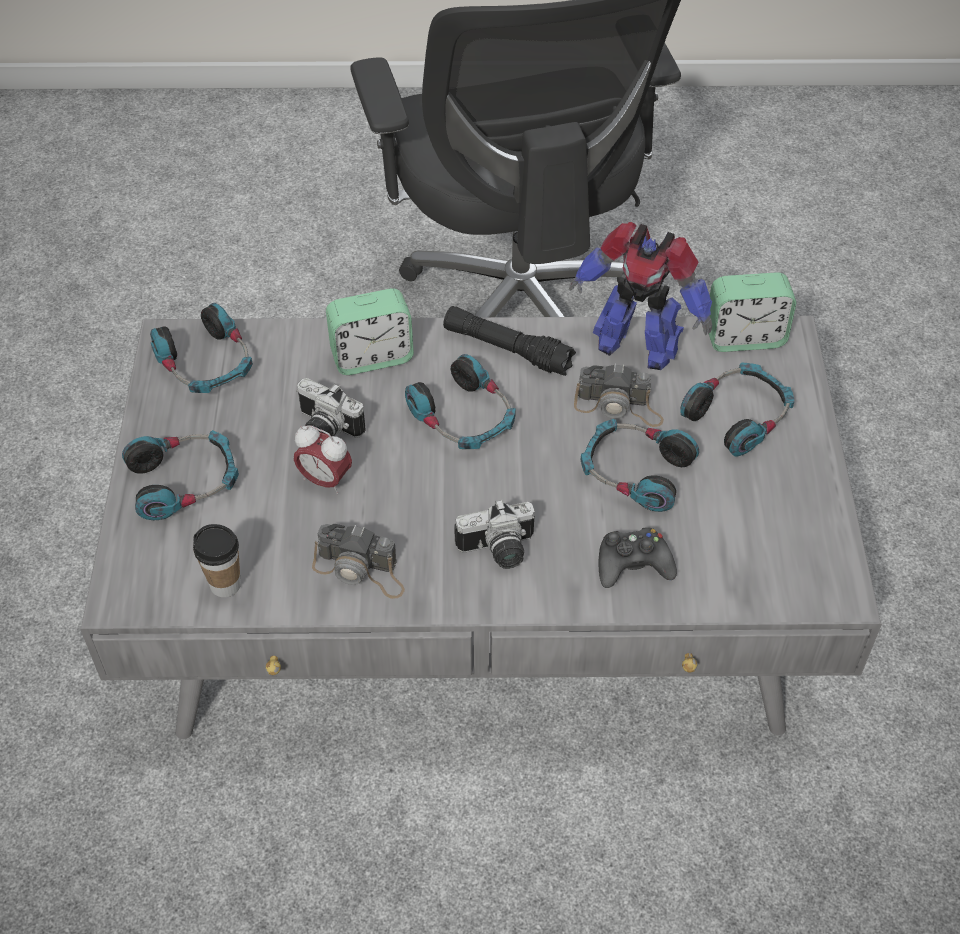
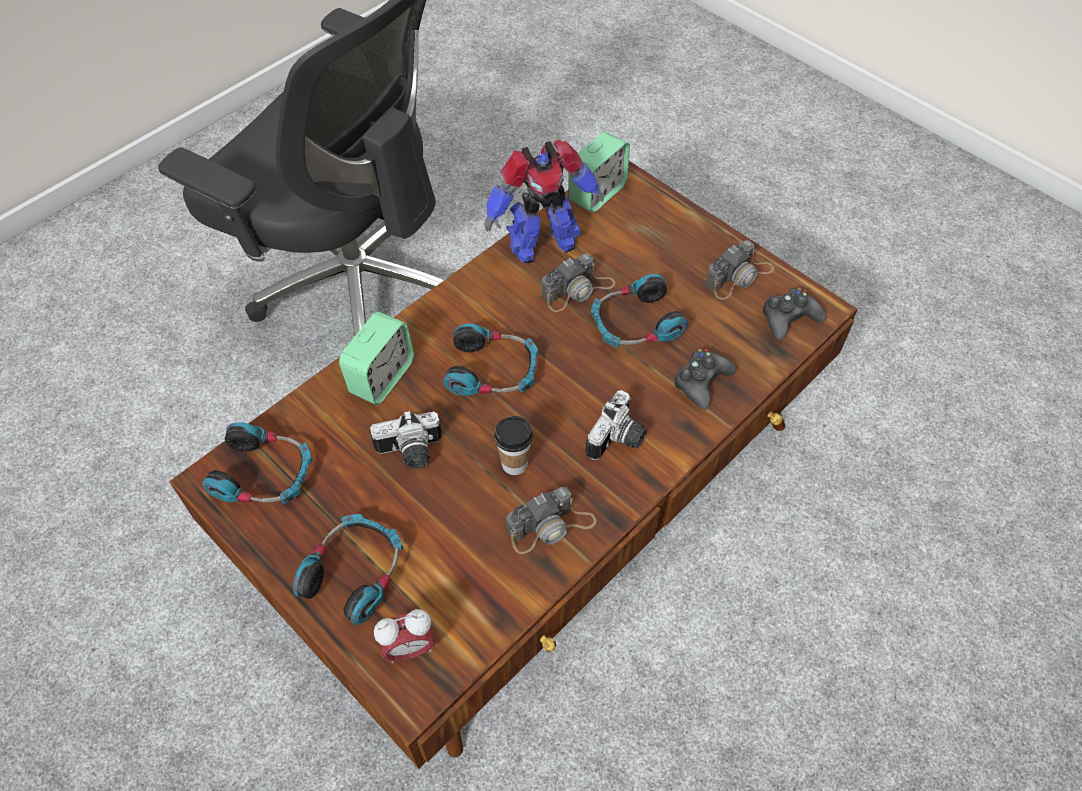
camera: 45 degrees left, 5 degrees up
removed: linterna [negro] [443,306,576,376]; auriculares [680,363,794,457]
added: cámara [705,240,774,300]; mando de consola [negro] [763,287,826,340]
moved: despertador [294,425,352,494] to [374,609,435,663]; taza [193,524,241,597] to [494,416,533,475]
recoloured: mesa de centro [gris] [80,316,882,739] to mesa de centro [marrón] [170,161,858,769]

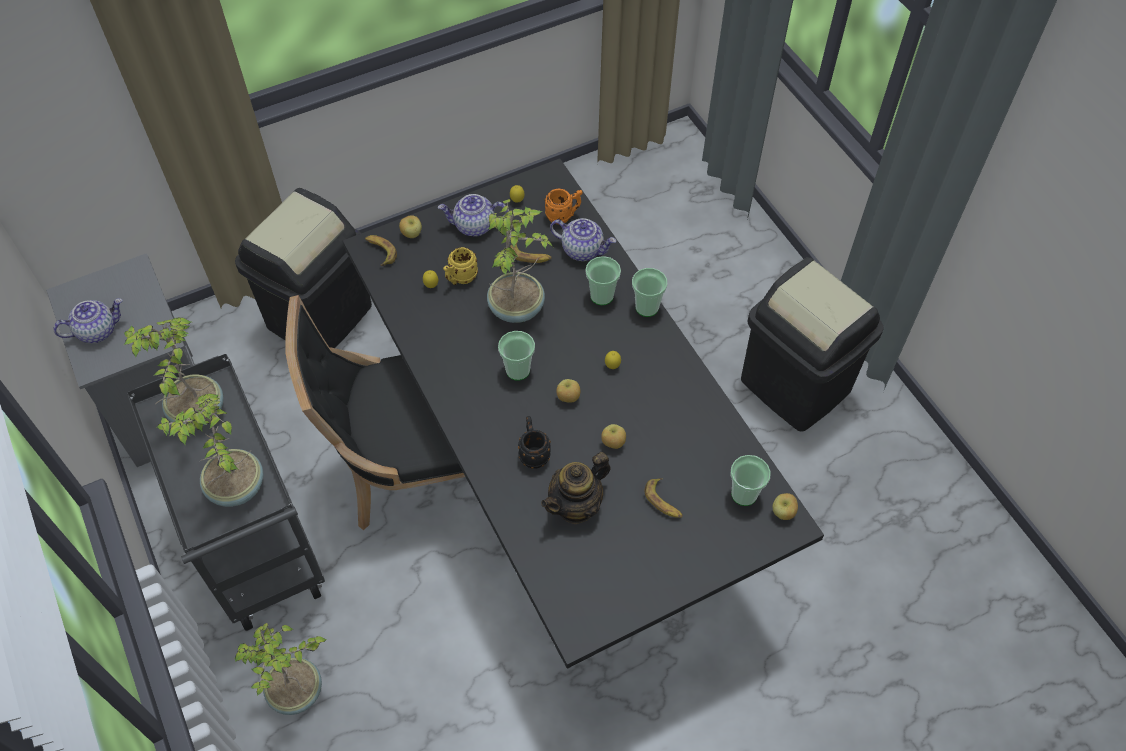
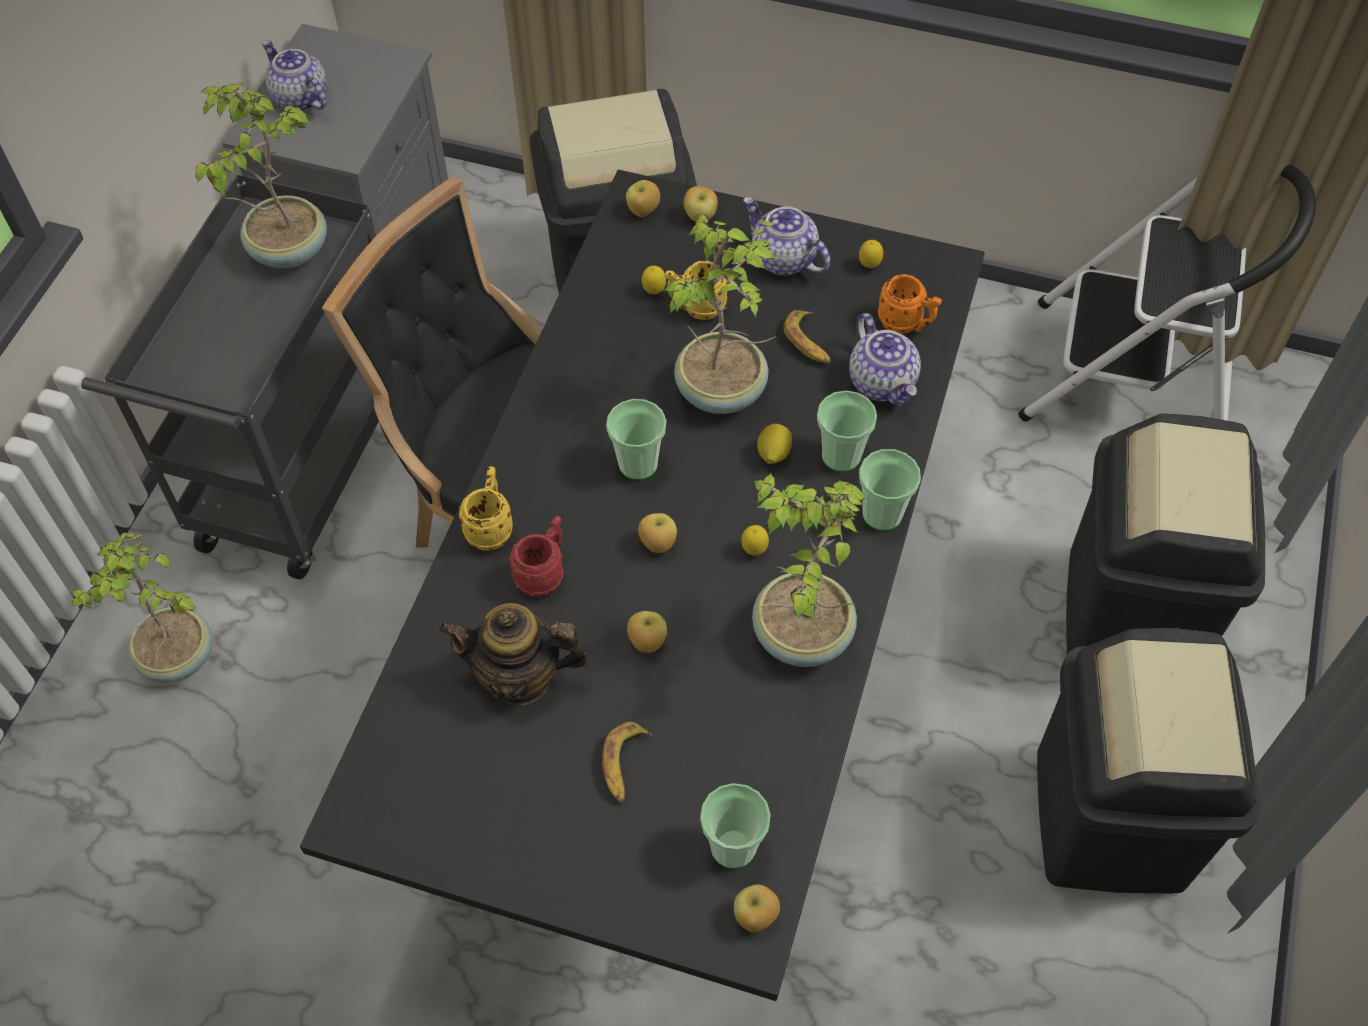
camera: 45 degrees right, 0 degrees up
added: escalera de tijera [1018,165,1316,421]; papelera [negro] [1066,413,1265,654]; limón [757,424,792,464]; taza grande [amarillo] [459,466,513,551]
moved: planta en maceta [157,393,264,507] to [752,473,868,667]
replaced: plátano [365,235,397,266] to manzana [626,180,660,217]
recoloured: taza grande [negro] [518,416,551,469] to taza grande [rojo] [509,516,564,597]
turned: tetera [53,298,123,343] = [262,40,327,111] 150 degrees counterclockwise

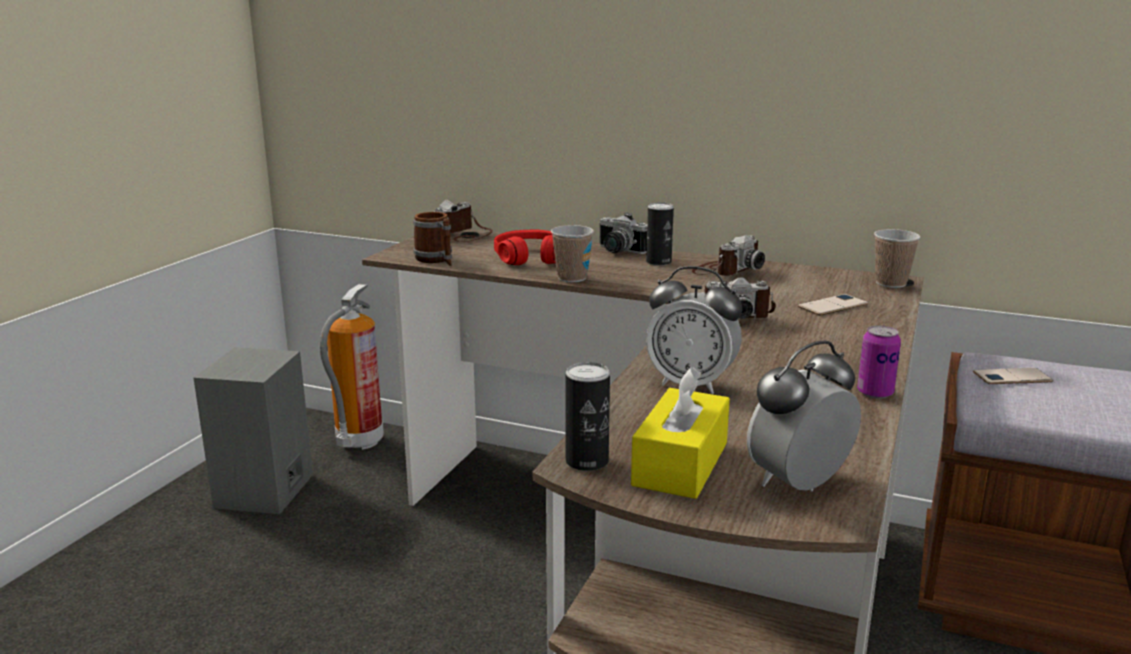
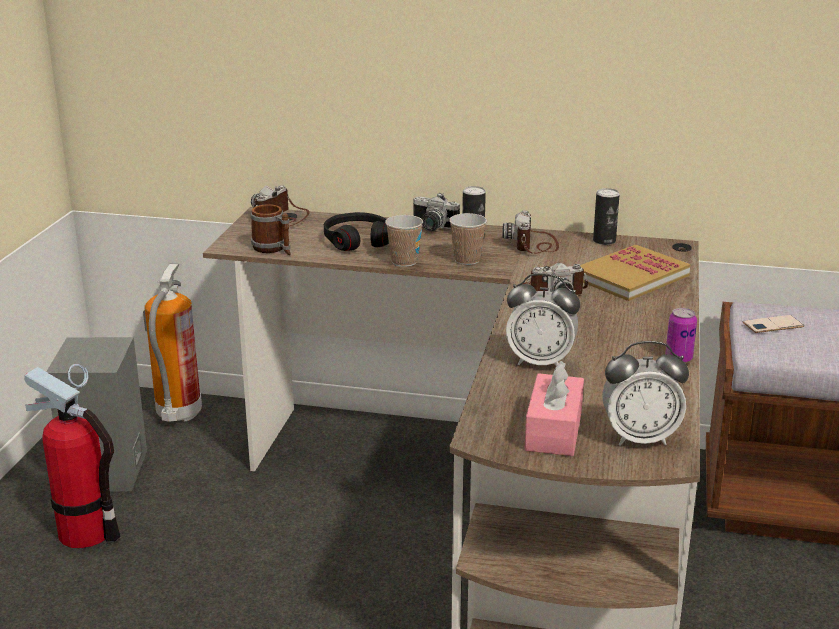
camera: 10 degrees left, 5 degrees up
added: extintor [24,364,120,548]
moved: taza [874,229,920,288] to [449,213,487,265]; lata [565,362,610,471] to [593,188,620,245]
replaced: móvil [798,294,868,316] to libro [580,244,691,301]
recoloured: auriculares [rojo] [494,230,556,265] to auriculares [negro] [324,212,389,251]; caja de pañuelos [amarillo] [631,367,730,499] to caja de pañuelos [rosa] [524,361,584,456]
turned: cámara [692,235,765,276] = [502,211,559,254] 150 degrees clockwise; despertador [747,341,861,492] = [602,341,689,446] 135 degrees counterclockwise

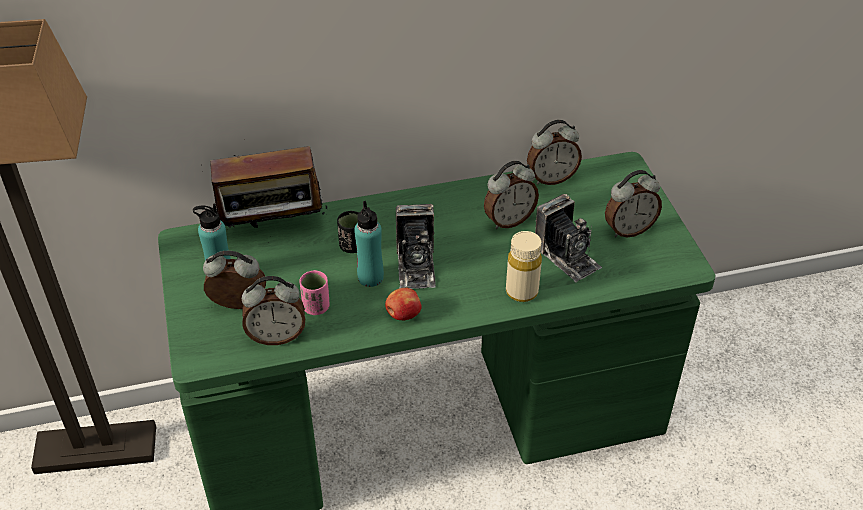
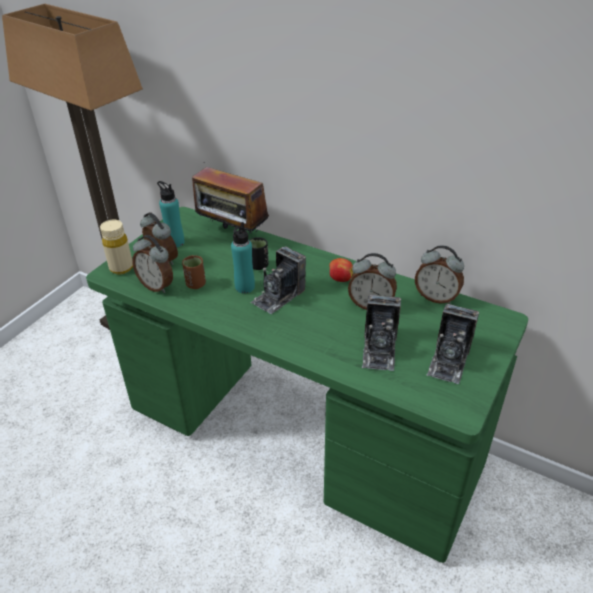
camera: 45 degrees right, 5 degrees down
moved: botella [beis] [506,231,542,302] to [100,220,133,275]; manzana [385,288,422,320] to [330,258,353,282]
replaced: despertador [605,170,662,237] to cámara [427,304,479,384]
recoloured: taza [rosa] [300,270,330,315] to taza [marrón] [182,255,206,289]

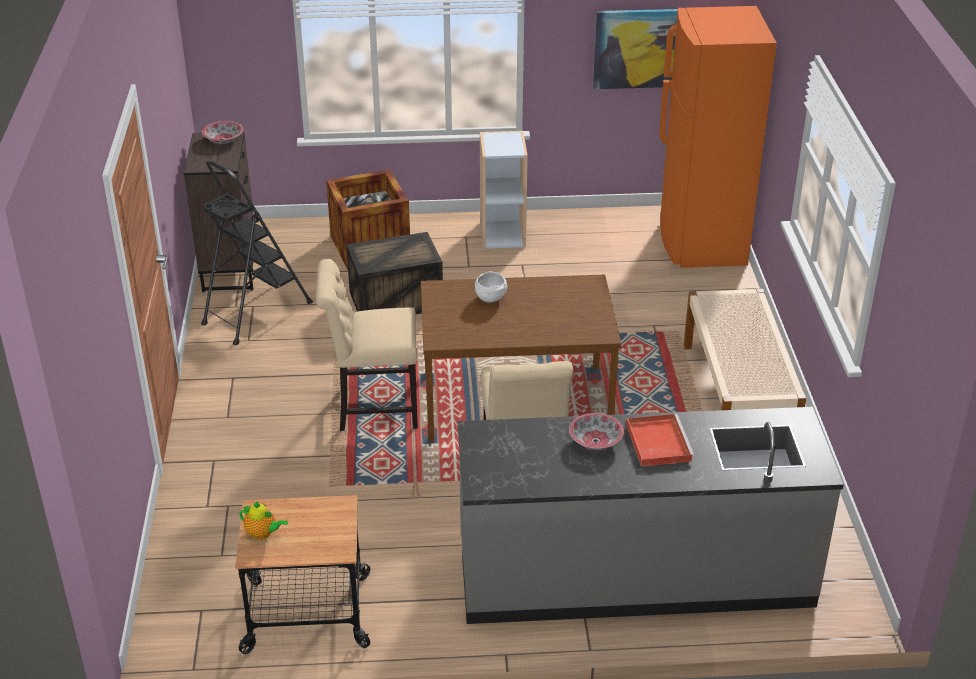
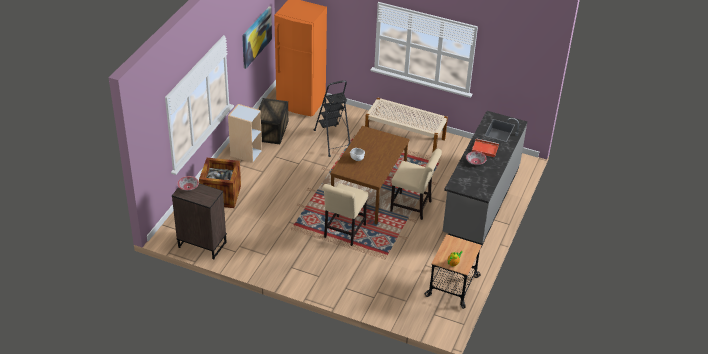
camera: 65 degrees left, 5 degrees up
moved: escalera de tijera [201,160,313,345] to [314,81,350,157]; caja de embalaje [346,232,443,314] to [258,98,288,144]

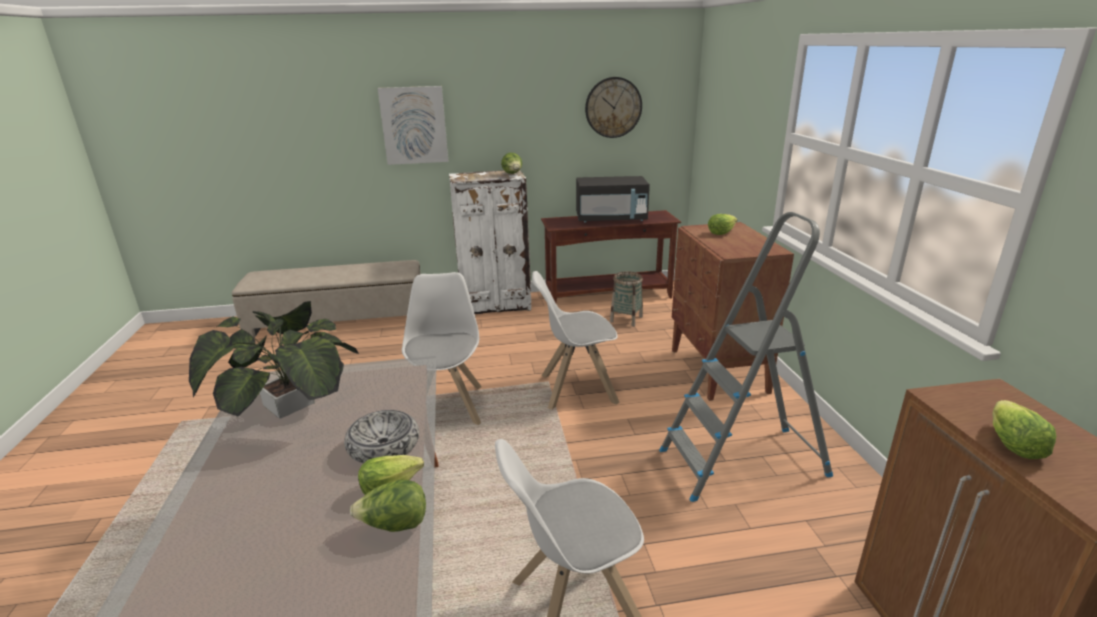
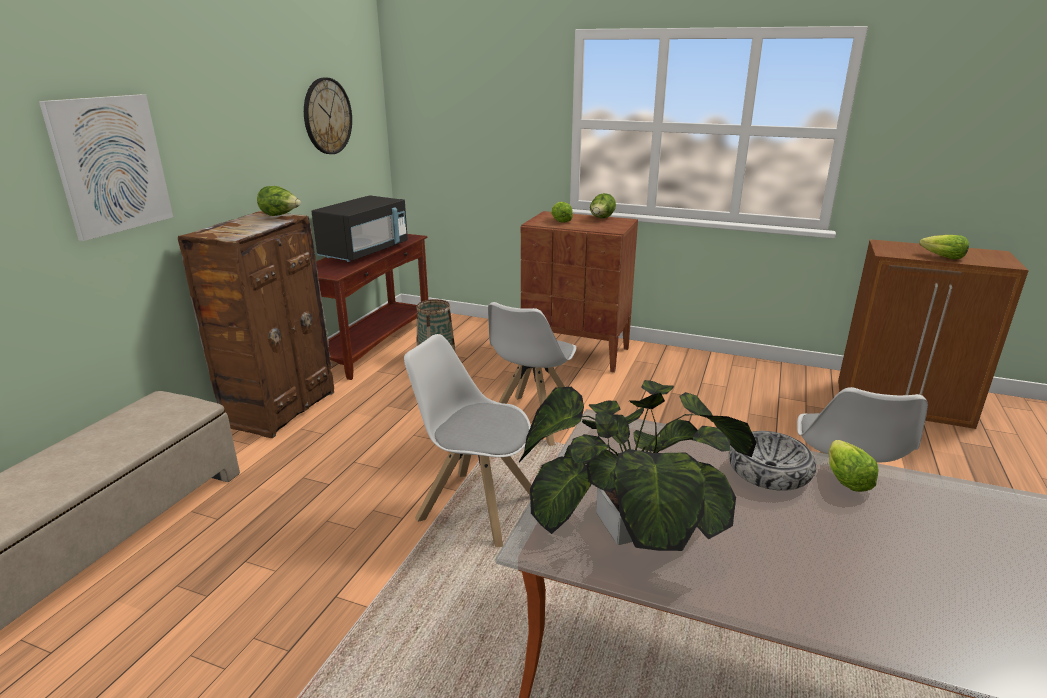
camera: 60 degrees left, 0 degrees up
removed: escalera de tijera [gris] [659,212,833,502]
moved: lechuga [350,480,426,532] to [590,193,616,218]
recoloured: armario [blanco] [449,170,531,314] to armario [marrón] [178,211,334,438]

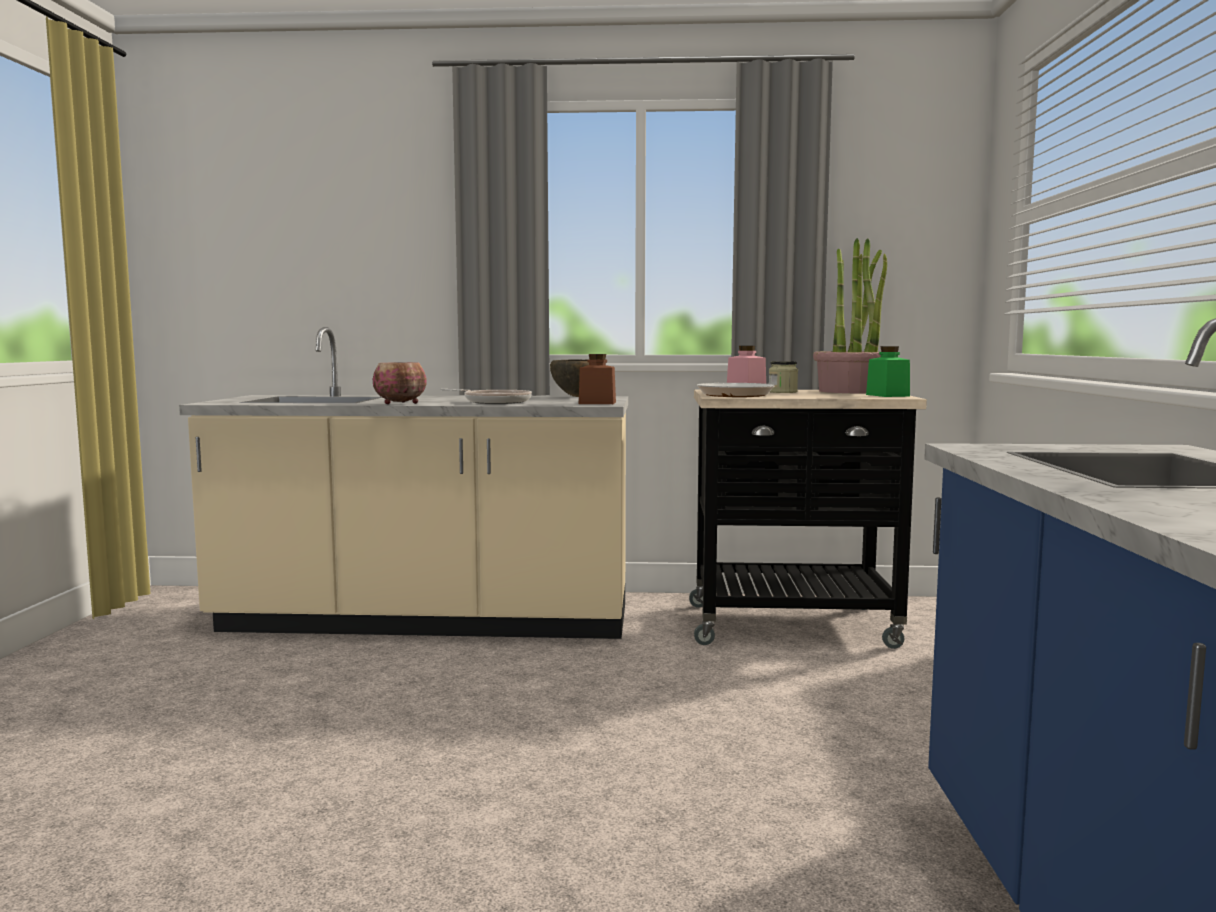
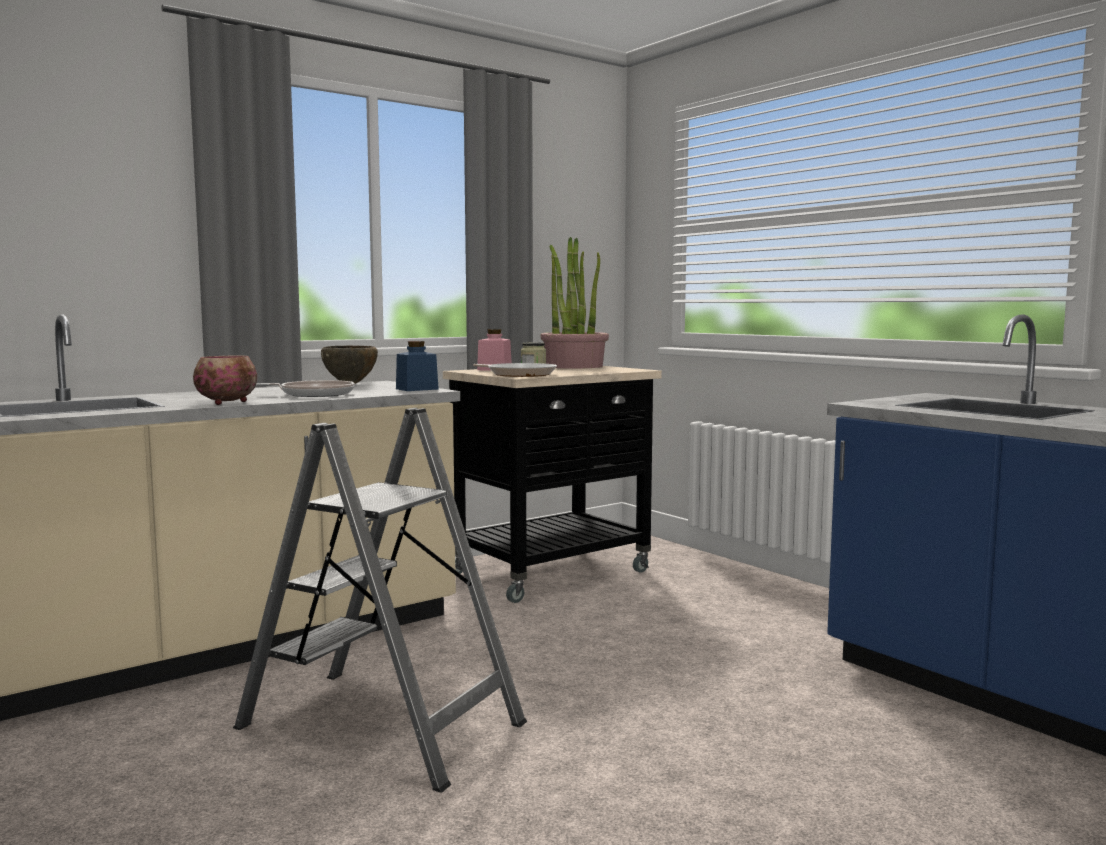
camera: 40 degrees left, 0 degrees up
removed: tarro [verde] [866,346,910,397]
added: escalera de tijera [gris] [233,408,527,793]
recoloured: tarro [marrón] [579,354,616,404] to tarro [azul] [396,341,439,391]

